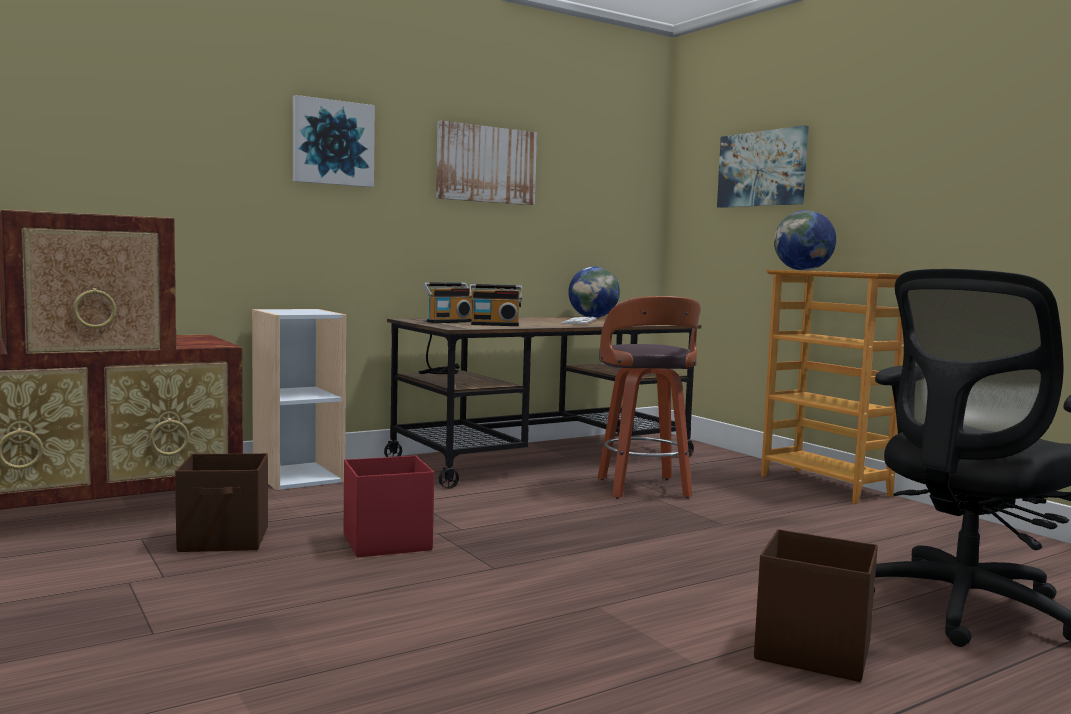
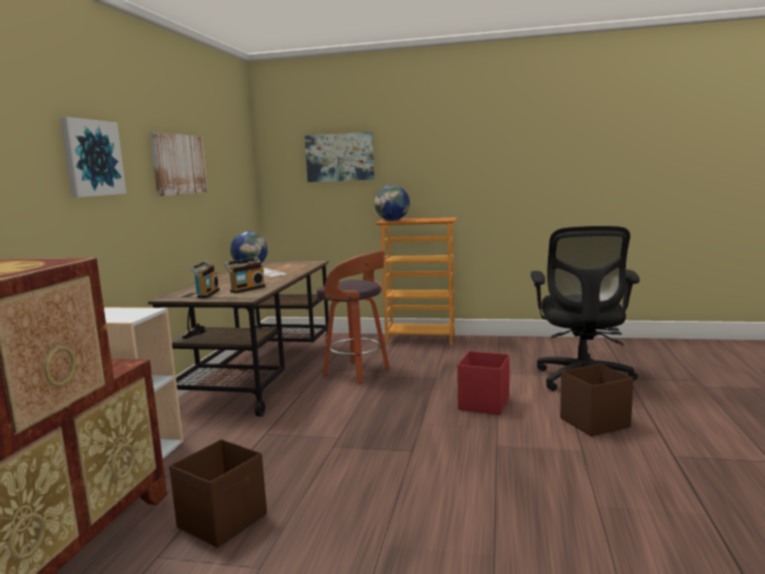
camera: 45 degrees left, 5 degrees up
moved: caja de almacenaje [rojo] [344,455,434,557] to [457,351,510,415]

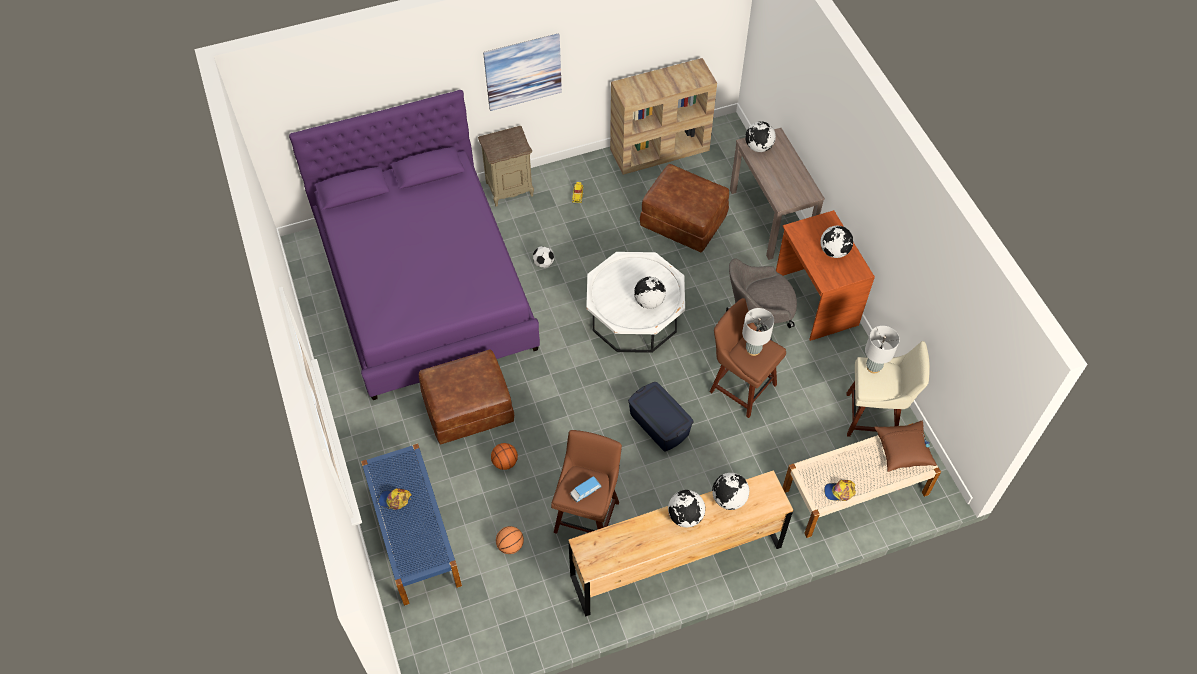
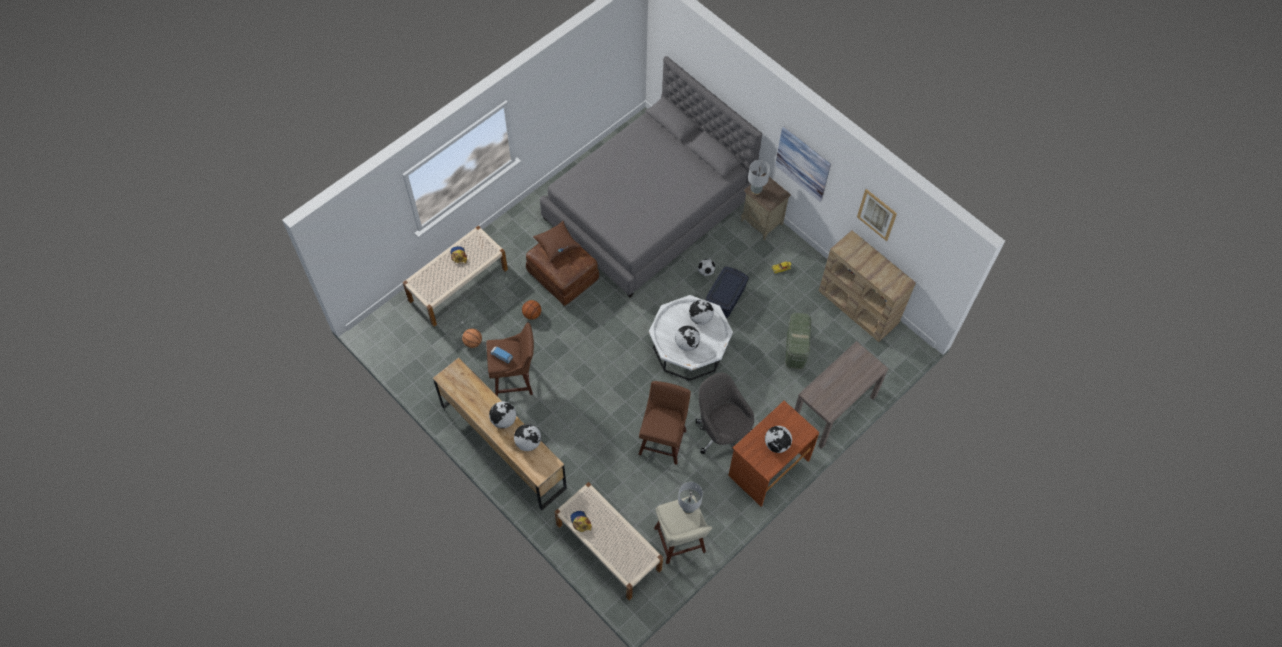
camera: 65 degrees right, 5 degrees up
added: cuadro [857,189,897,241]
moved: globo terráqueo [745,121,776,152] to [689,300,714,325]; lámpara de mesa [gris] [742,308,774,356] to [748,160,770,195]; caja de almacenaje [azul] [628,382,694,451] to [706,266,749,318]; cojín [marrón] [874,421,937,472] to [533,221,580,262]
replaced: puf [marrón] [640,164,729,252] to caja de almacenaje [verde] [785,313,812,369]
recoloured: cama [morado] [289,90,540,400] to cama [gris] [540,56,762,298]; banco [azul] [361,443,462,606] to banco [beis] [403,226,508,327]

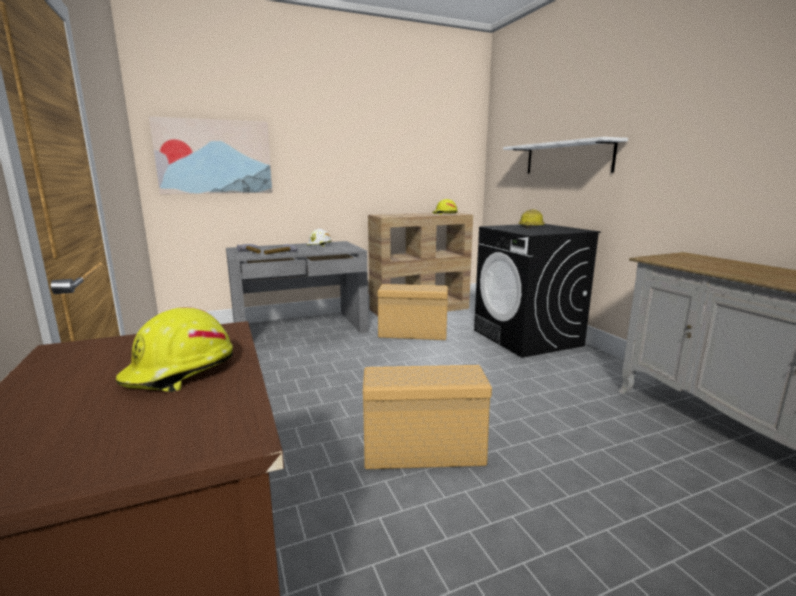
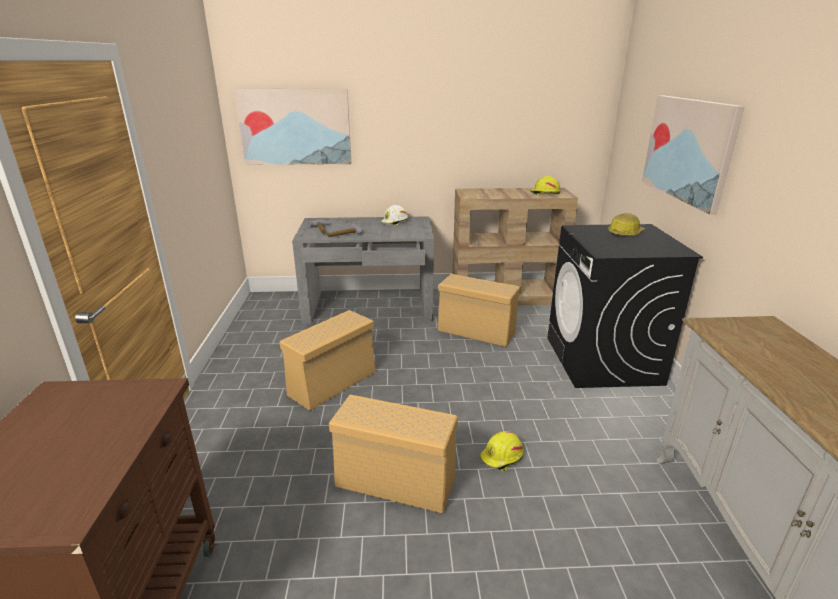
camera: 20 degrees right, 10 degrees up
added: caja de almacenaje [beis] [280,310,376,410]
moved: casco [amarillo] [116,307,233,392] to [480,431,524,472]
replaced: estante [blanco] [503,137,628,174] to cuadro [642,95,745,215]

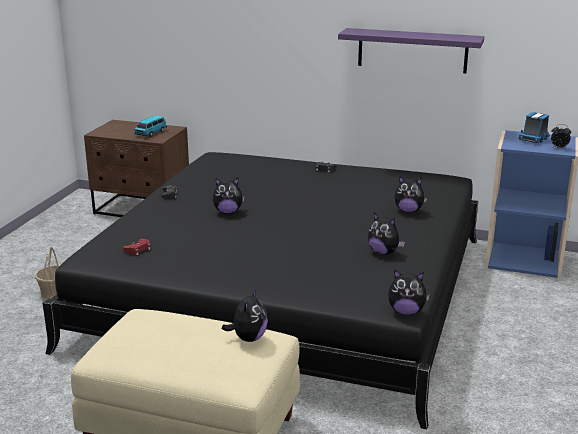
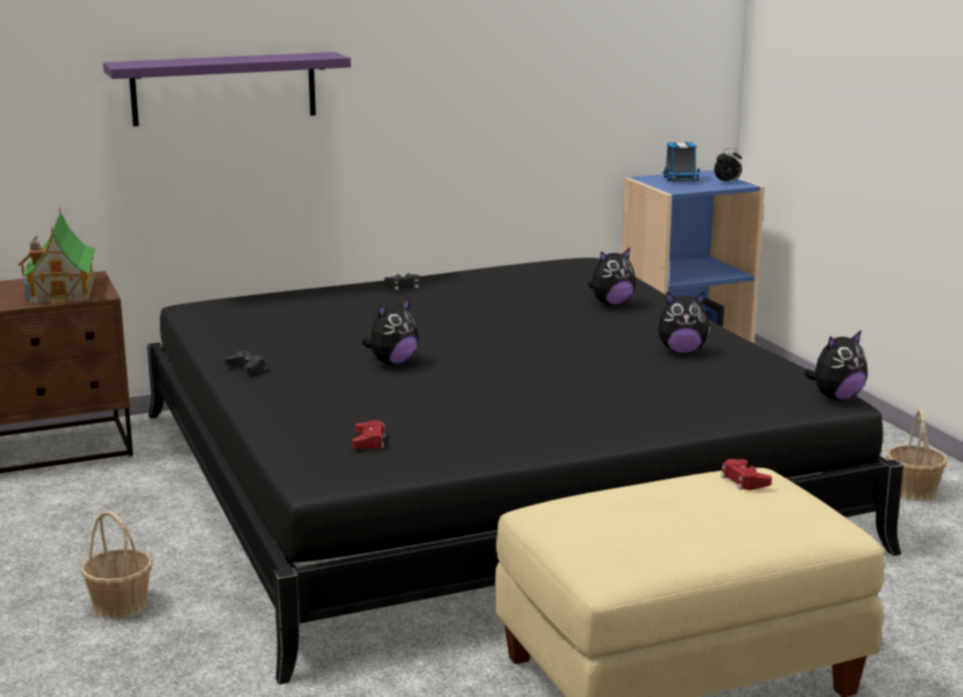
camera: 40 degrees left, 5 degrees down
added: cesta [886,409,948,501]
moved: estante [morado] [338,28,484,73] to [103,52,351,127]
replaced: coche de juguete [134,116,167,137] to casita [18,208,97,304]; peluche [222,289,268,342] to mando de consola [rojo] [721,459,772,490]

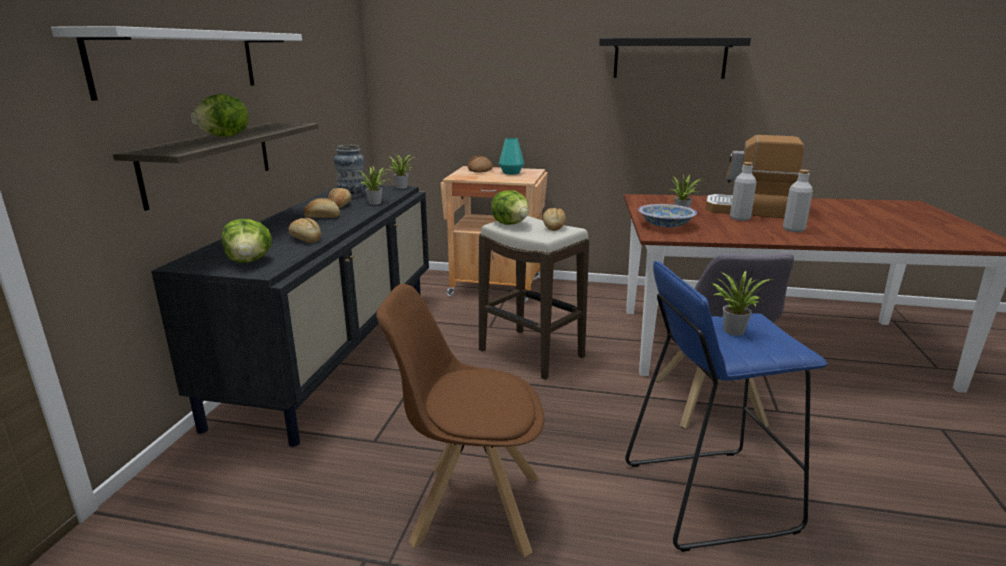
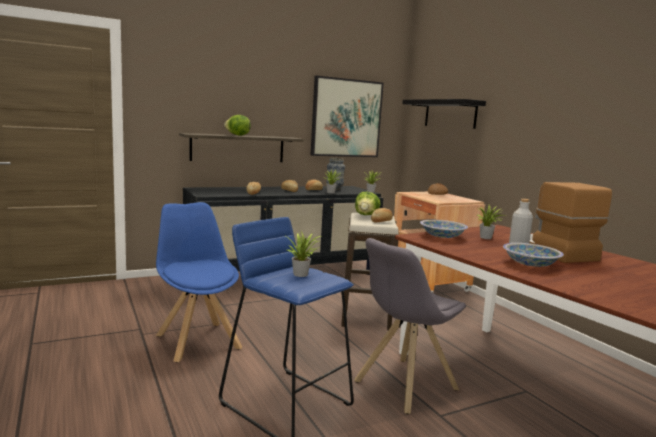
camera: 50 degrees right, 10 degrees down
removed: estante [blanco] [51,26,302,101]; florero [turquesa] [499,138,524,174]; lechuga [222,219,272,263]
added: cuadro [311,76,384,157]
moved: estante [negro] [599,38,751,79] to [402,99,486,129]
replaced: botella [gris] [783,170,813,232] to cuenco [503,243,564,267]
recoloured: silla [marrón] [376,284,544,557] to silla [azul] [156,202,242,363]

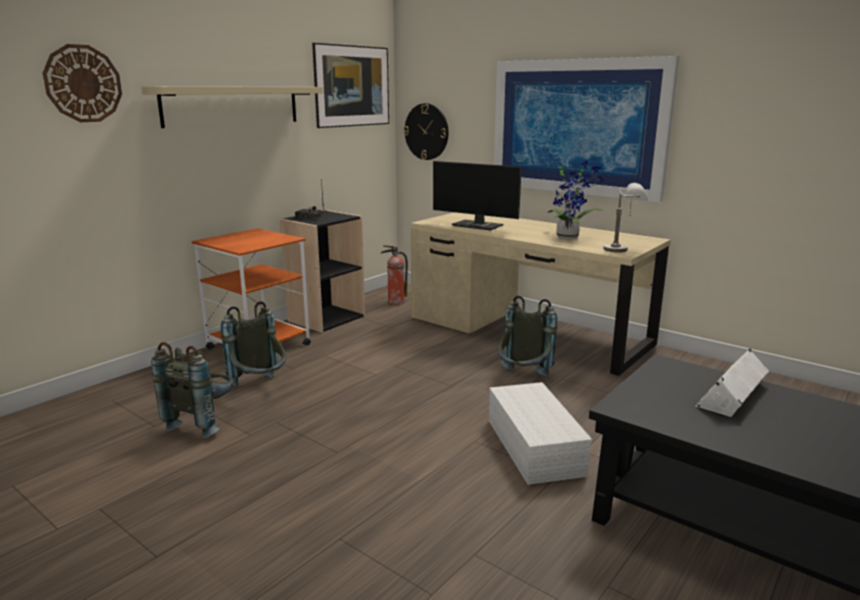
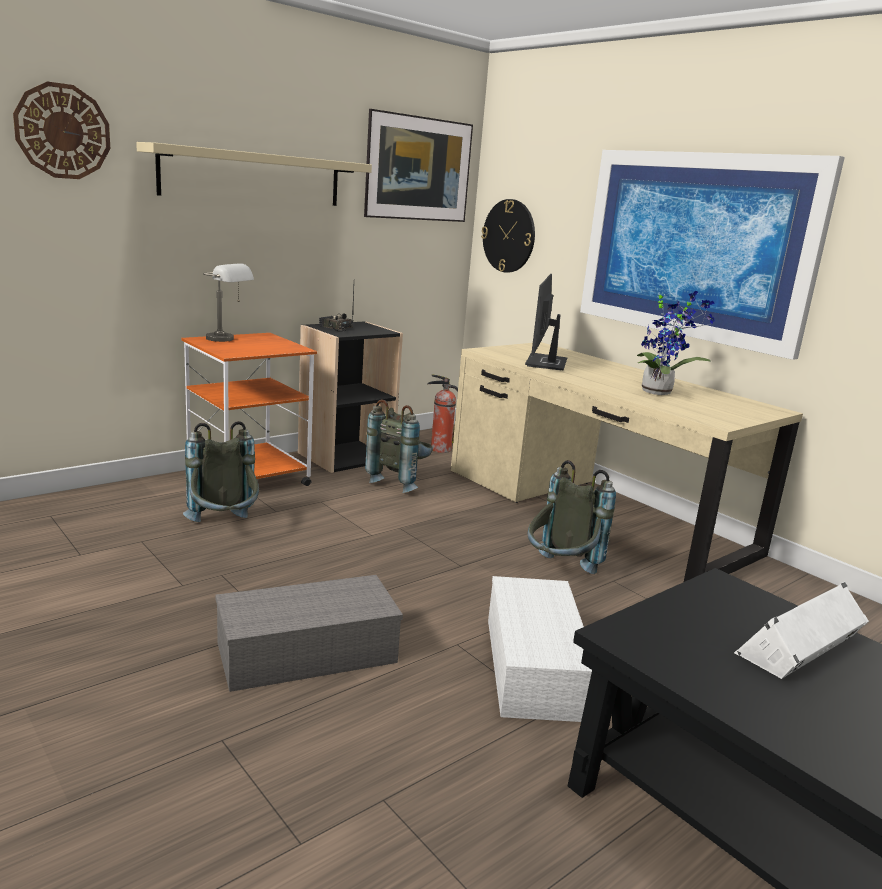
camera: 10 degrees right, 0 degrees up
added: caja de almacenaje [gris] [215,575,403,692]
moved: lámpara de mesa [gris] [603,183,648,253] to [203,263,254,342]; mochila [gris] [151,342,234,438] to [365,399,433,493]
turned: monitor [433,161,521,230] = [525,274,567,370] 60 degrees clockwise

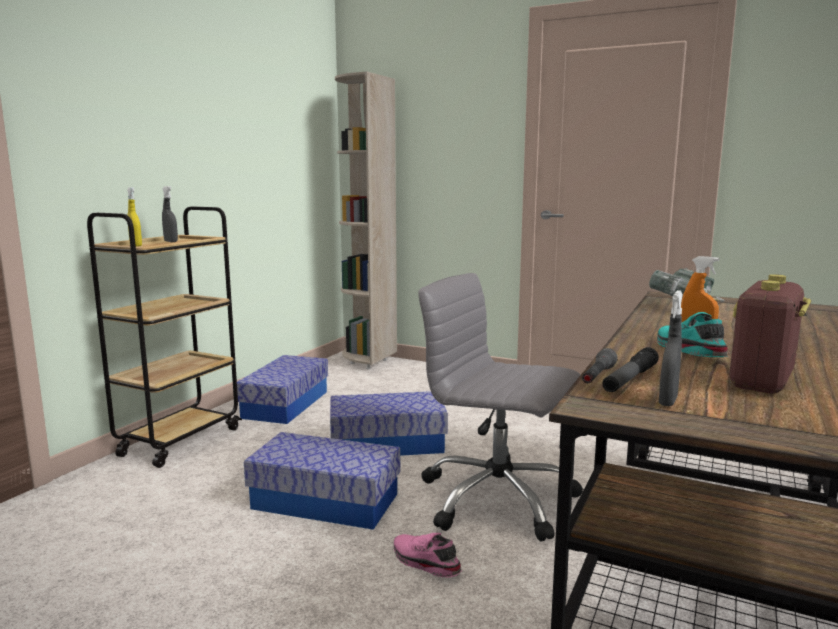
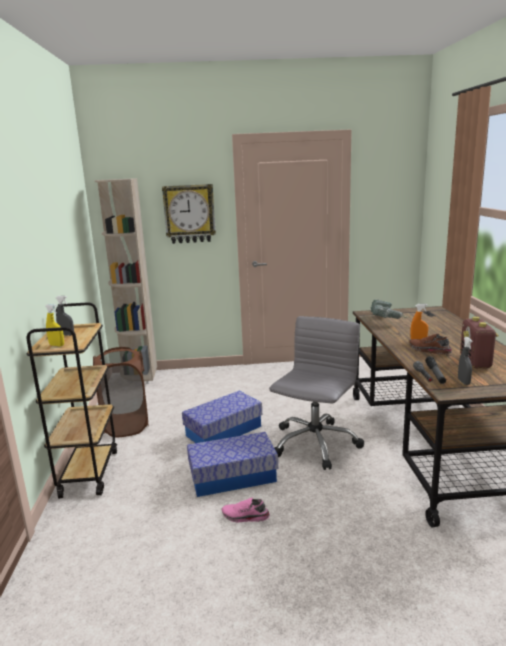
camera: 30 degrees left, 5 degrees up
added: reloj de pared [162,184,216,244]
moved: zapato [rosa] [394,533,462,577] to [221,497,270,522]
replaced: caja de almacenaje [237,355,328,424] to cesto de la ropa [marrón] [93,347,149,437]
recoloured: zapato [turquesa] [657,312,728,357] to zapato [marrón] [409,333,452,354]
turned: silla de oficina [gris] [418,273,583,541] = [269,316,364,470] 120 degrees clockwise

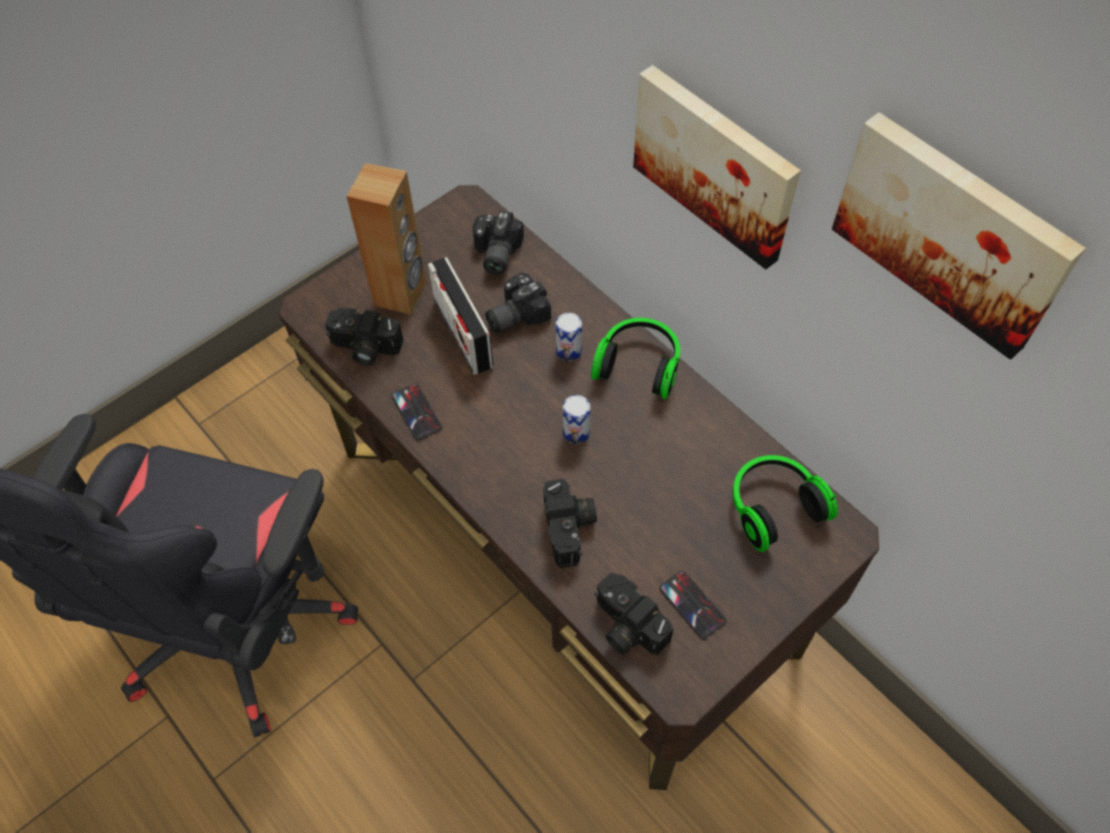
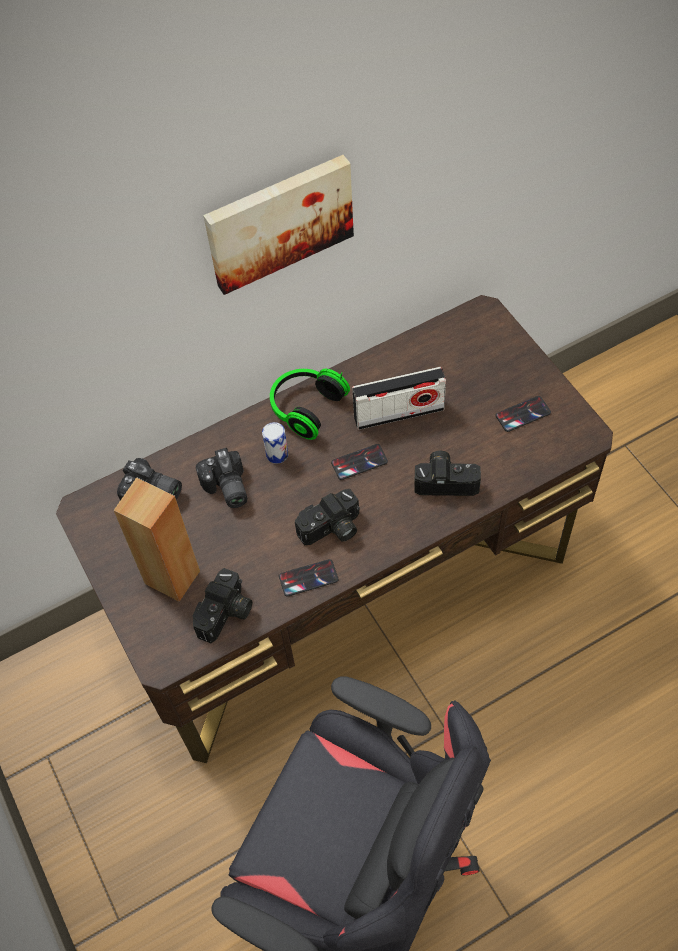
camera: 75 degrees left, 0 degrees up
removed: cuadro [832,112,1086,360]; auriculares [733,455,838,552]
moved: radio [428,257,494,375] to [352,367,446,430]; cámara [594,572,673,655] to [295,489,360,545]
replaced: lata [563,395,591,444] to móvil [331,444,388,480]

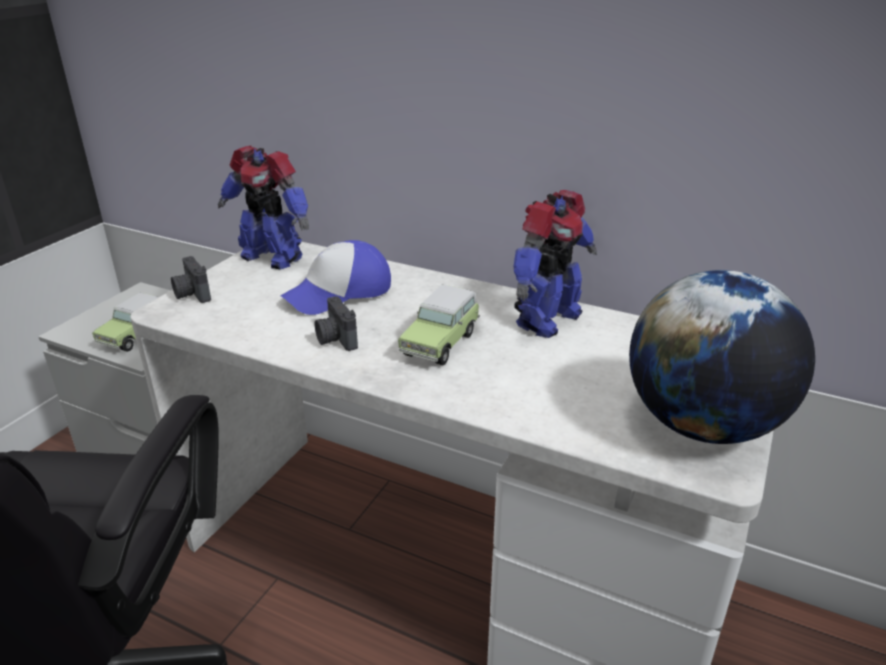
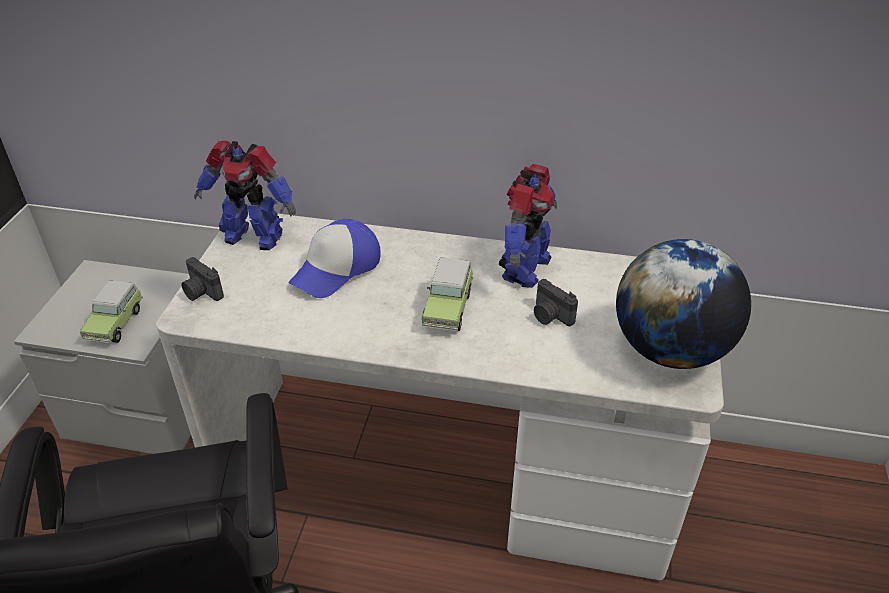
camera: 15 degrees left, 10 degrees up
moved: cámara [315,296,358,351] to [534,279,578,326]

